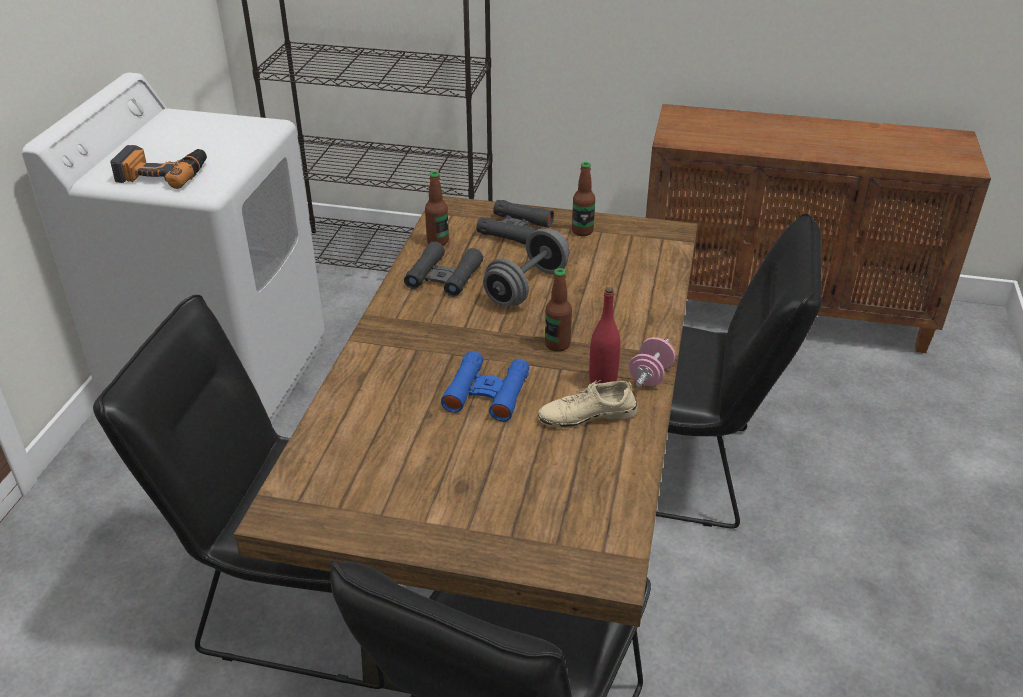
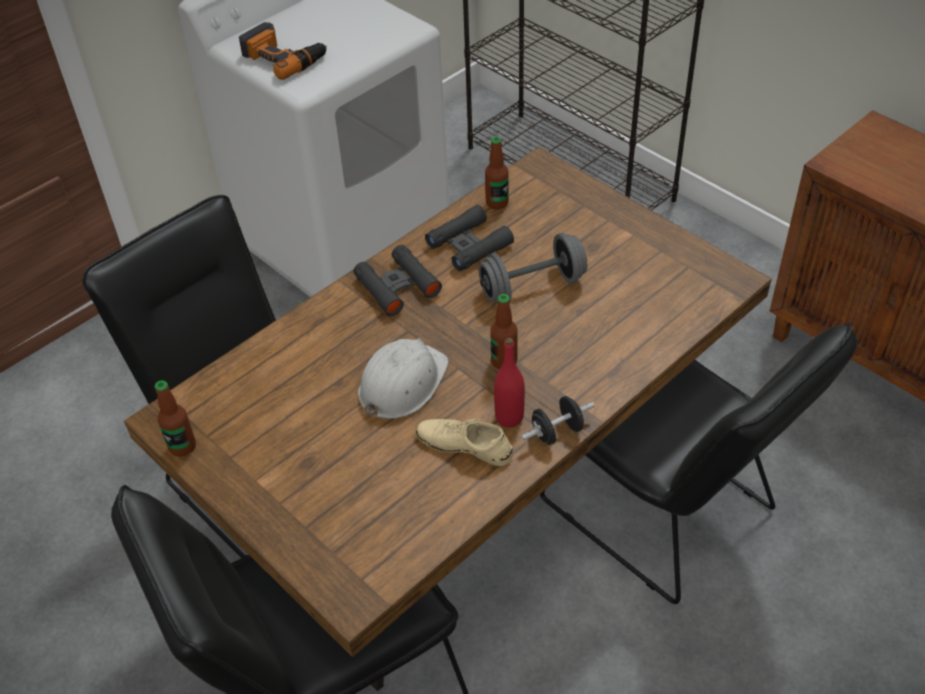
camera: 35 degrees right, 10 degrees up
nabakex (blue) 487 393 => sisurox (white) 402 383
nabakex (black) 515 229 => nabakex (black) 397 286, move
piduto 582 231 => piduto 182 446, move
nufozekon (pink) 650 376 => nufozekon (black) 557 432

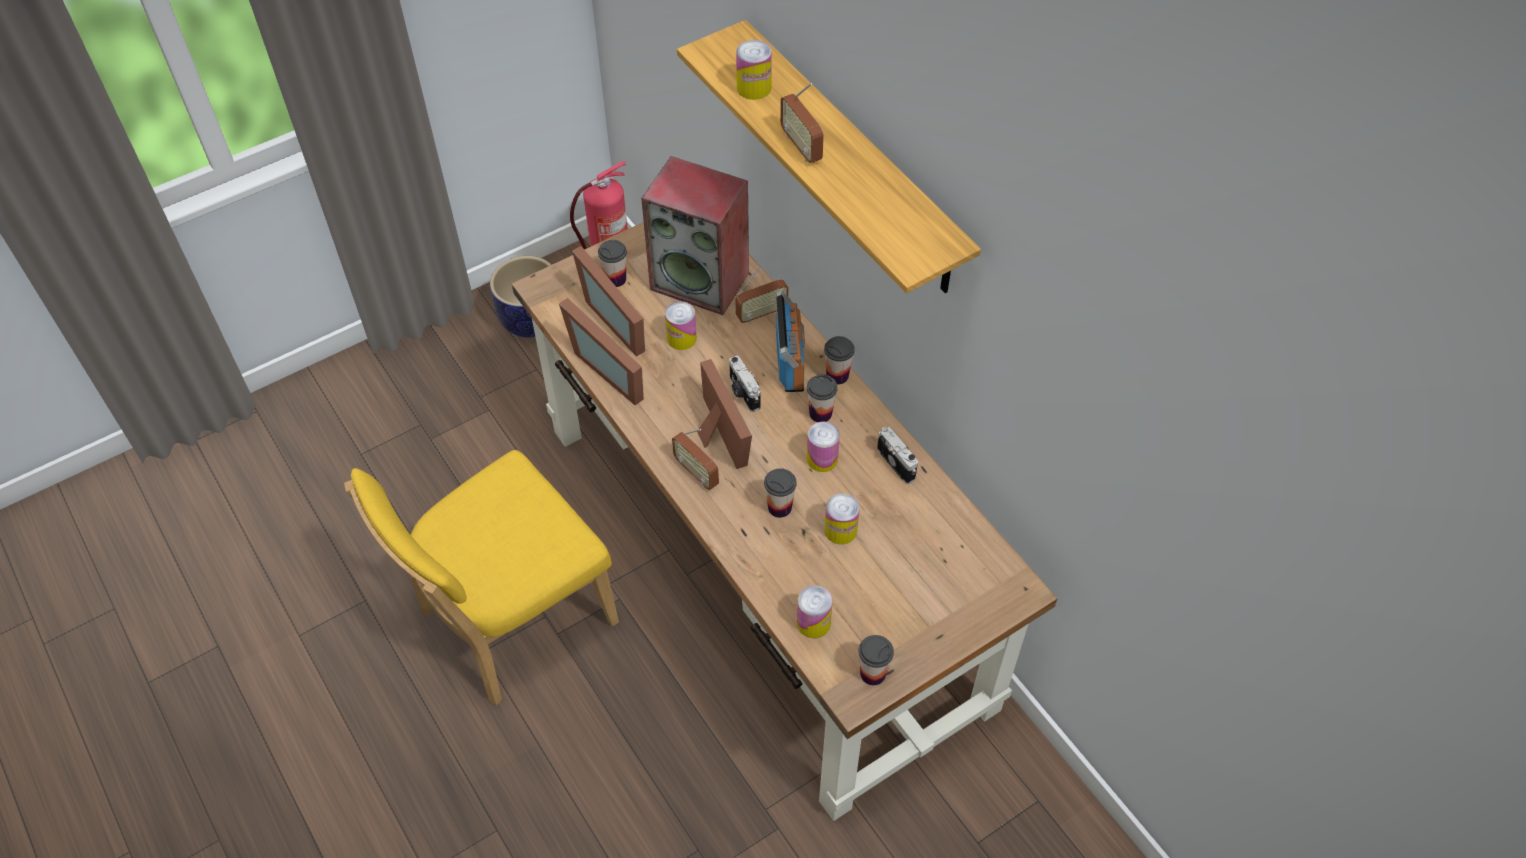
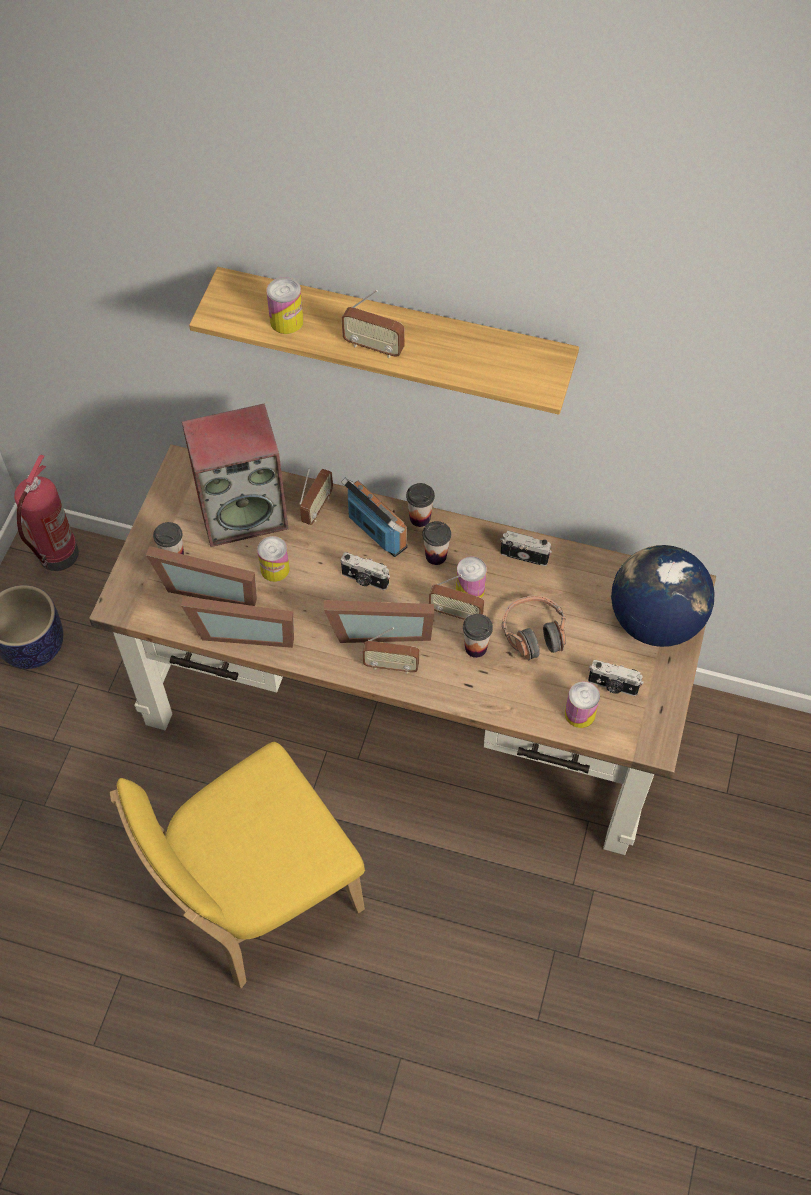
camera: 40 degrees left, 5 degrees up
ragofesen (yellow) 509 622 => ragofesen (yellow) 257 899, 45 degrees clockwise
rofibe 717 438 => rofibe 379 628, 150 degrees clockwise
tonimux 840 530 => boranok 534 633
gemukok 873 673 => nothing
nothing => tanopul 455 613
nothing => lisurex 612 686
nothing => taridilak 654 620

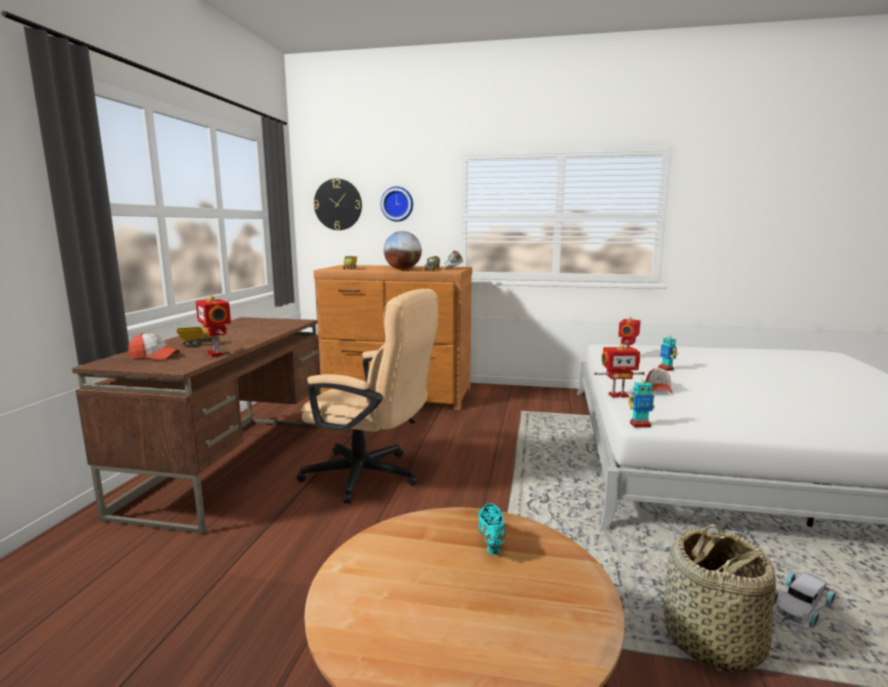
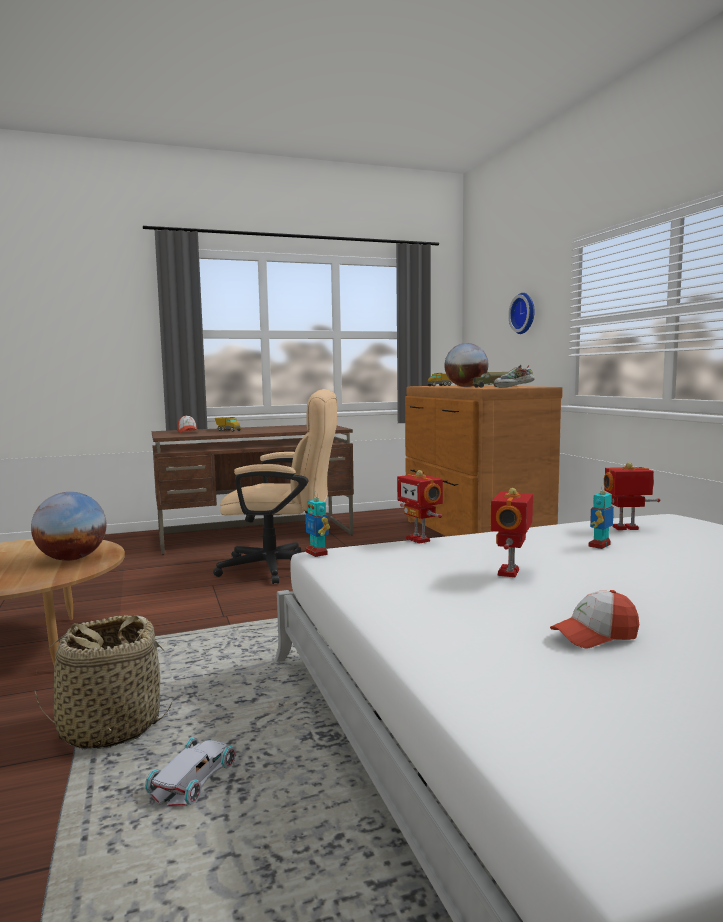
camera: 60 degrees right, 5 degrees down
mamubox 217 354 => mamubox 510 572, move
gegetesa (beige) 371 477 => gegetesa (beige) 282 567, 75 degrees counterclockwise
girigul 338 204 => nothing
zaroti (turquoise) 491 541 => taridilak 71 559
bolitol 658 389 => bolitol 594 635, move
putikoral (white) 799 605 => putikoral (white) 194 777, 90 degrees clockwise

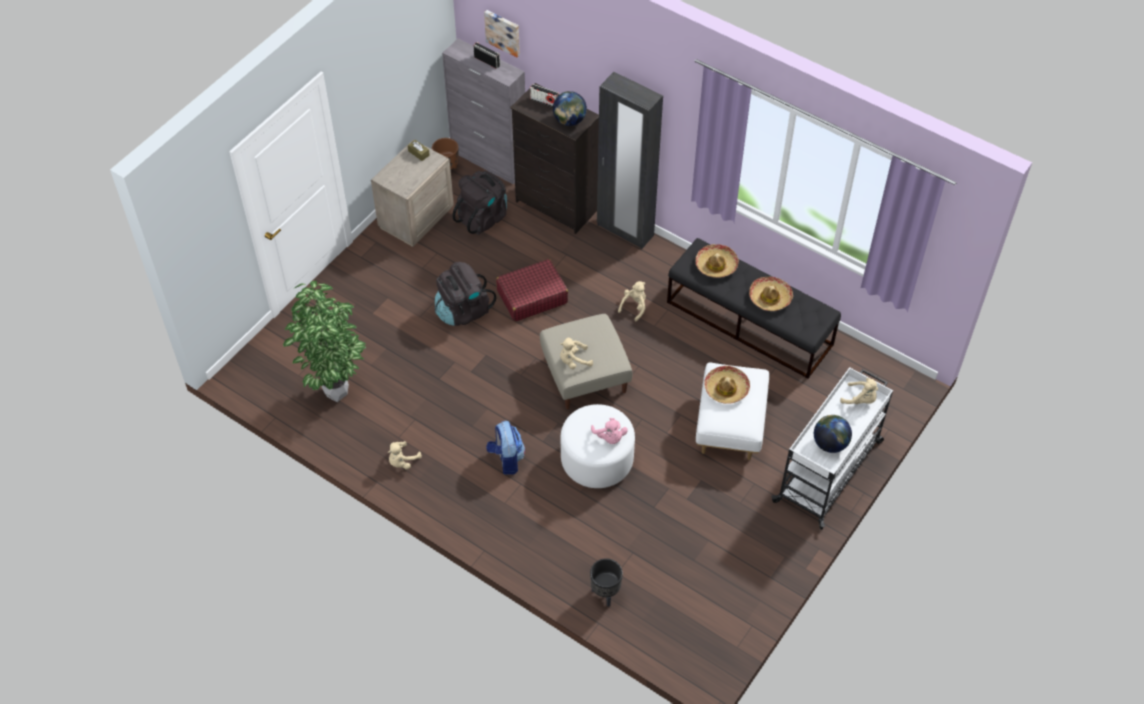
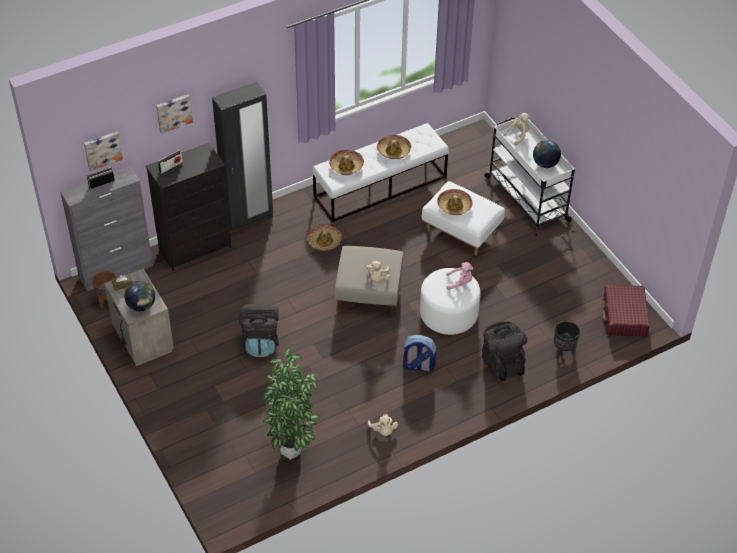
camera: 65 degrees left, 5 degrees down
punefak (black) 483 217 => punefak (black) 501 363, move
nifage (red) 531 296 => nifage (red) 624 317, move
taridilak 569 121 => taridilak 141 306, move
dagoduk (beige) 634 307 => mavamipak 324 241
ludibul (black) 749 323 => ludibul (white) 380 186
nothing => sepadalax 173 112

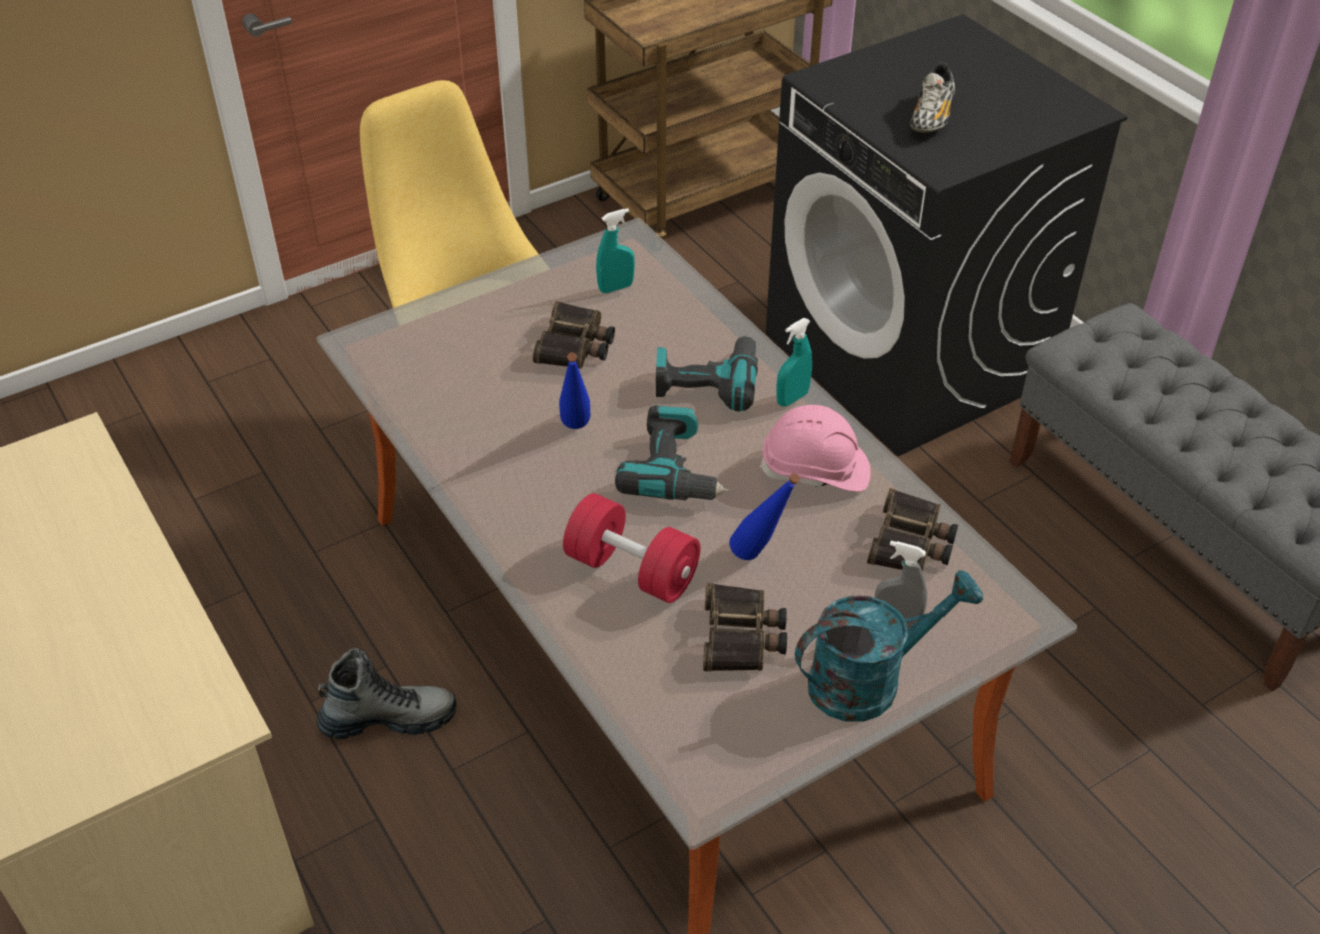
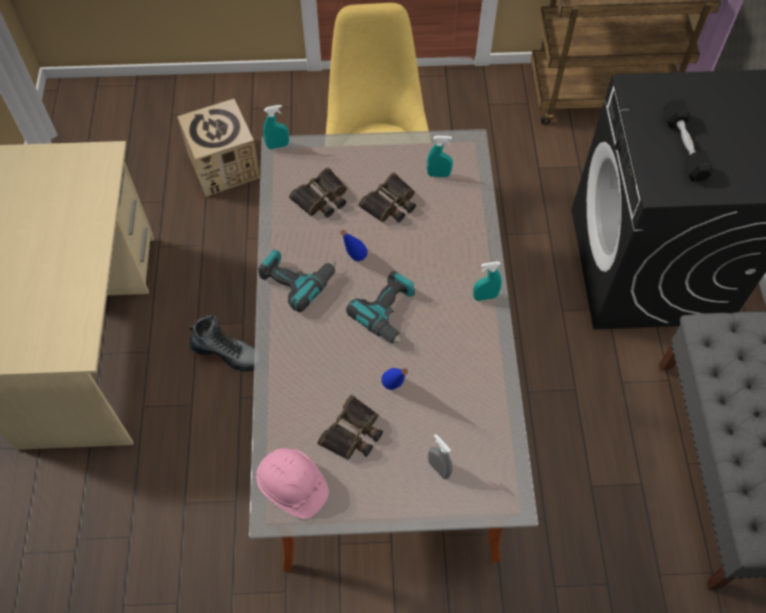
camera: 30 degrees right, 15 degrees up
nufozekon (red) 632 570 => nothing
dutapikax 707 381 => dutapikax 297 280, move
sisurox (pink) 815 470 => sisurox (pink) 292 486, move
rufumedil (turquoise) 869 680 => nothing
nabakex 911 542 => nabakex 322 199, move
zaroti 931 117 => nufozekon (black) 683 147
nothing => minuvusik 224 166
nothing => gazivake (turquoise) 277 145

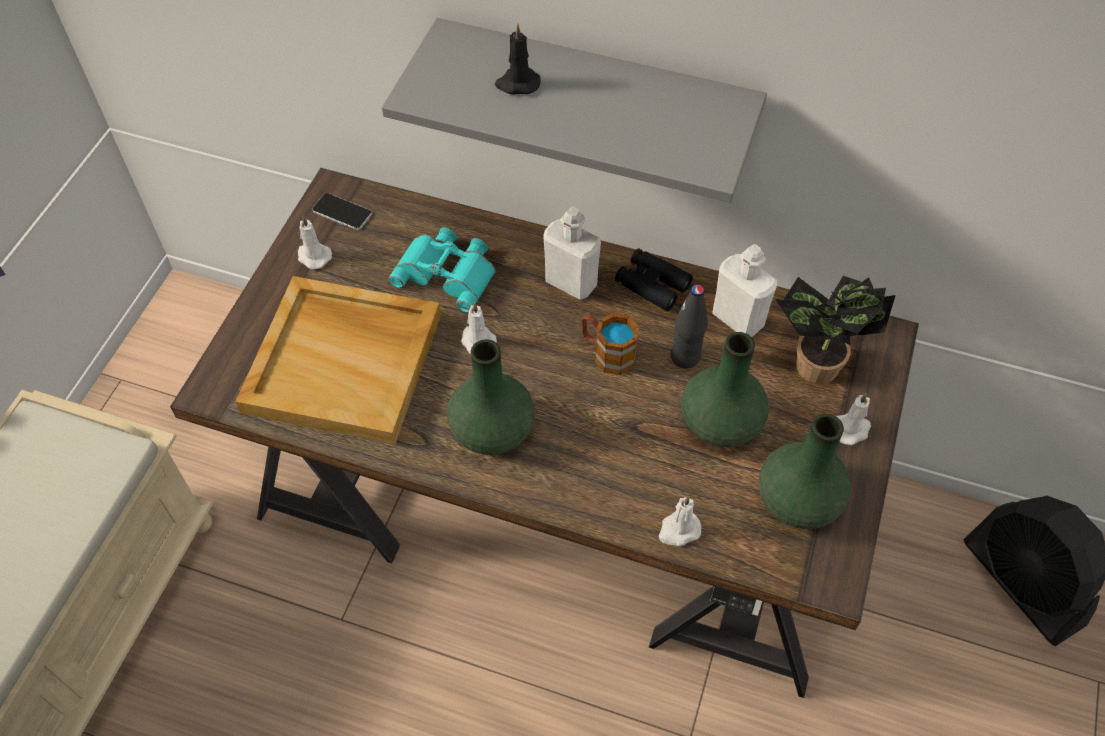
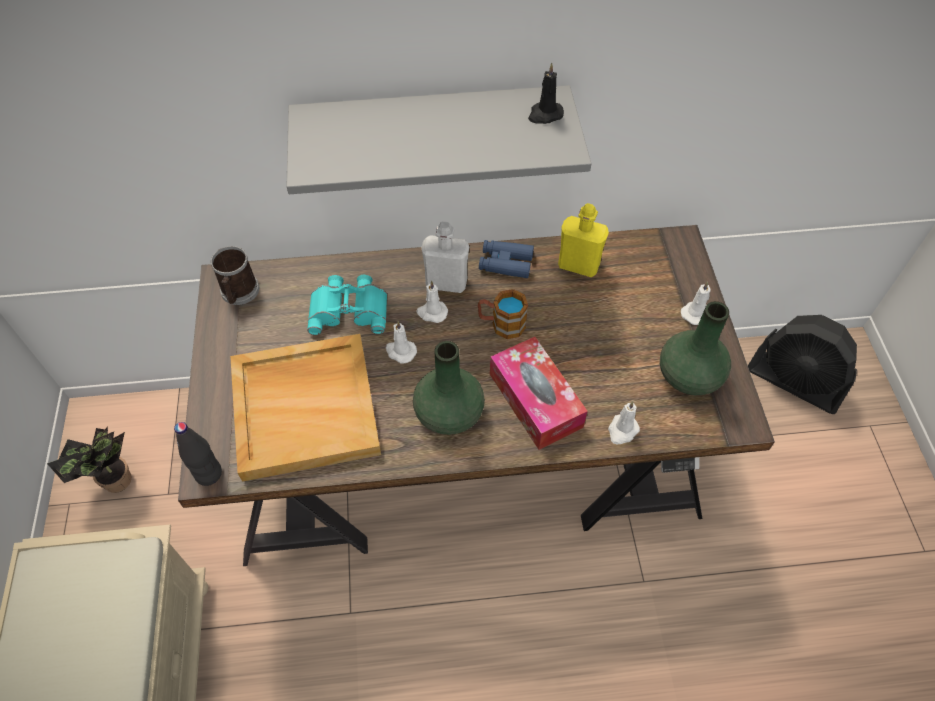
camera: 25 degrees left, 0 degrees up
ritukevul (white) 313 256 => ritukevul (white) 432 312, move
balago 342 212 => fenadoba 239 293
ritukevul (black) 517 84 => ritukevul (black) 545 115, move
nabakex (black) 652 284 => nabakex (blue) 505 263
piduto (black) 685 357 => piduto (black) 209 474, move
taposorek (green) 720 421 => nothing
piduto (white) 738 318 => piduto (yellow) 578 265
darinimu 812 370 => darinimu 114 484, move
nothing => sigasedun 535 400

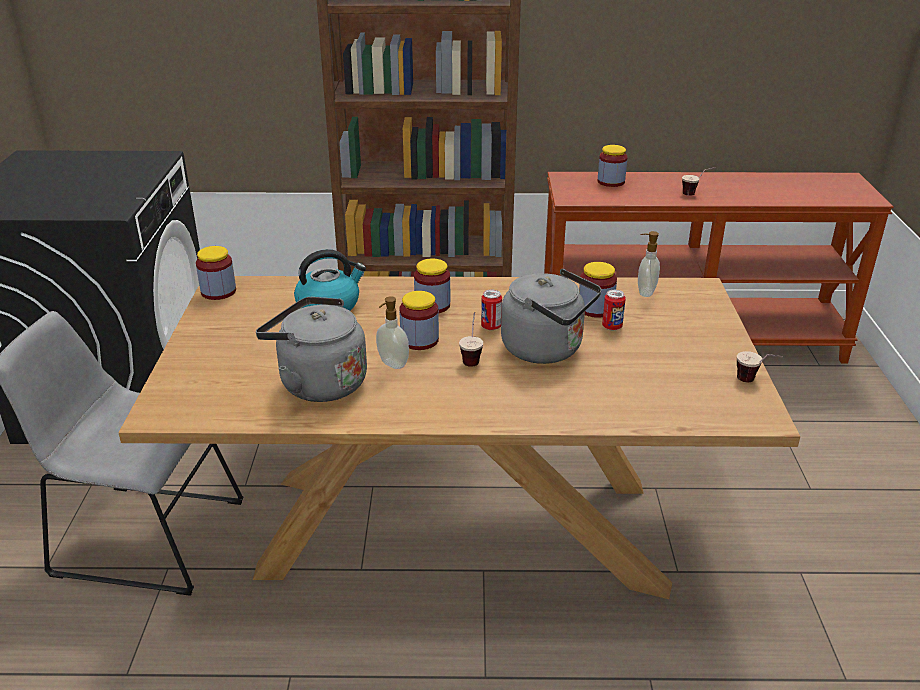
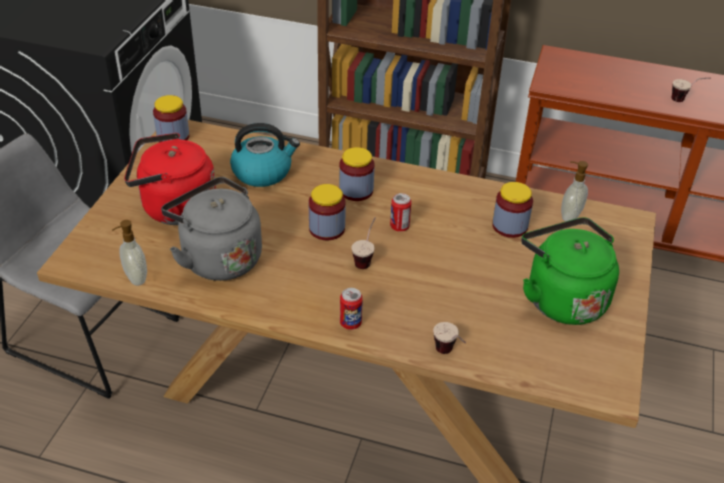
camera: 15 degrees right, 10 degrees up
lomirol 392 364 => lomirol 135 278, move
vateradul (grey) 547 349 => nothing
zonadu 611 182 => nothing
tonimux 612 327 => tonimux 350 323, move
gemukok 754 382 => gemukok 449 355, move
nothing => vateradul (red) 174 208
nothing => vateradul (green) 562 298

